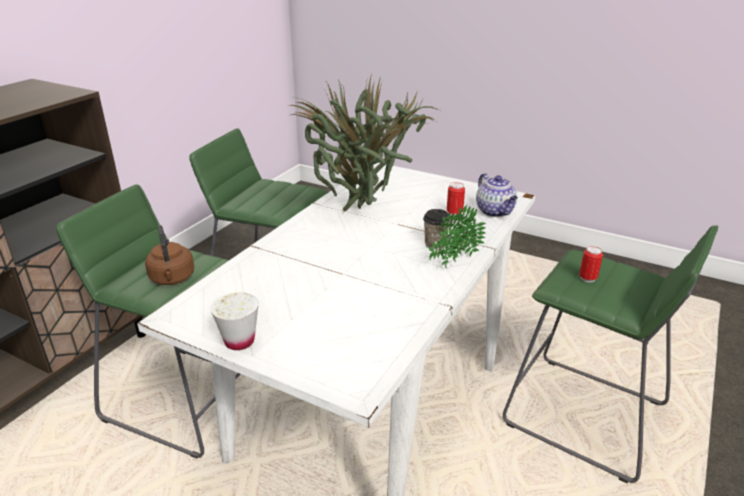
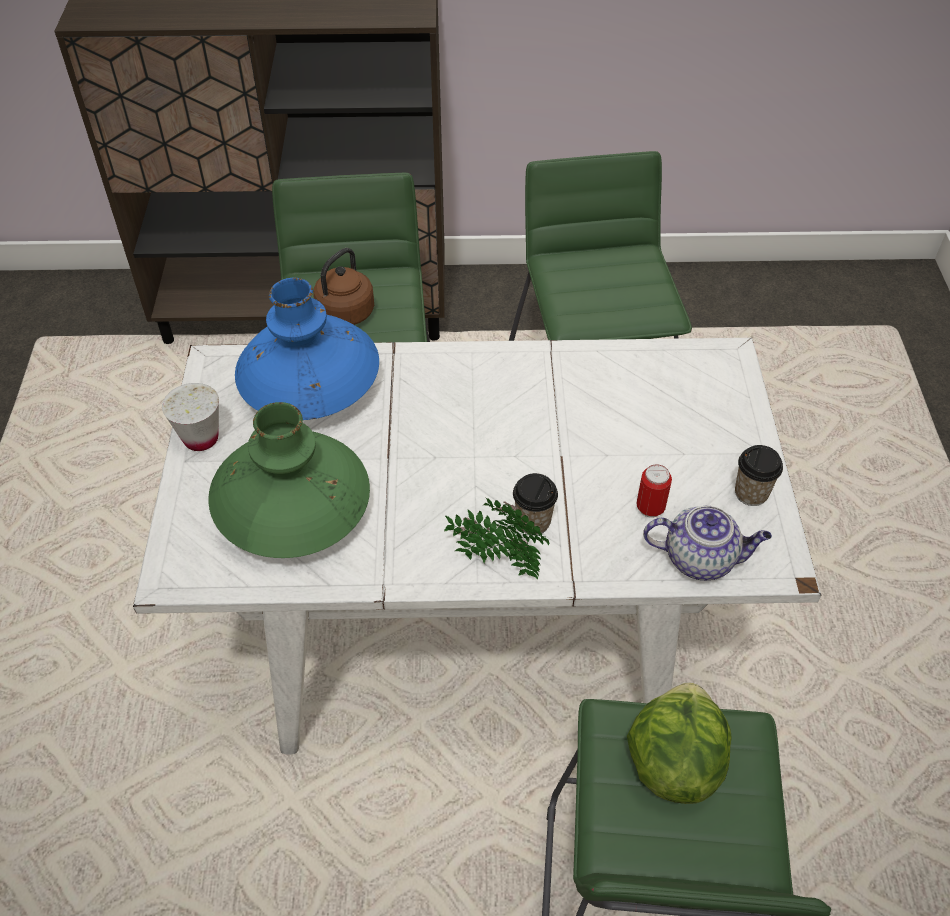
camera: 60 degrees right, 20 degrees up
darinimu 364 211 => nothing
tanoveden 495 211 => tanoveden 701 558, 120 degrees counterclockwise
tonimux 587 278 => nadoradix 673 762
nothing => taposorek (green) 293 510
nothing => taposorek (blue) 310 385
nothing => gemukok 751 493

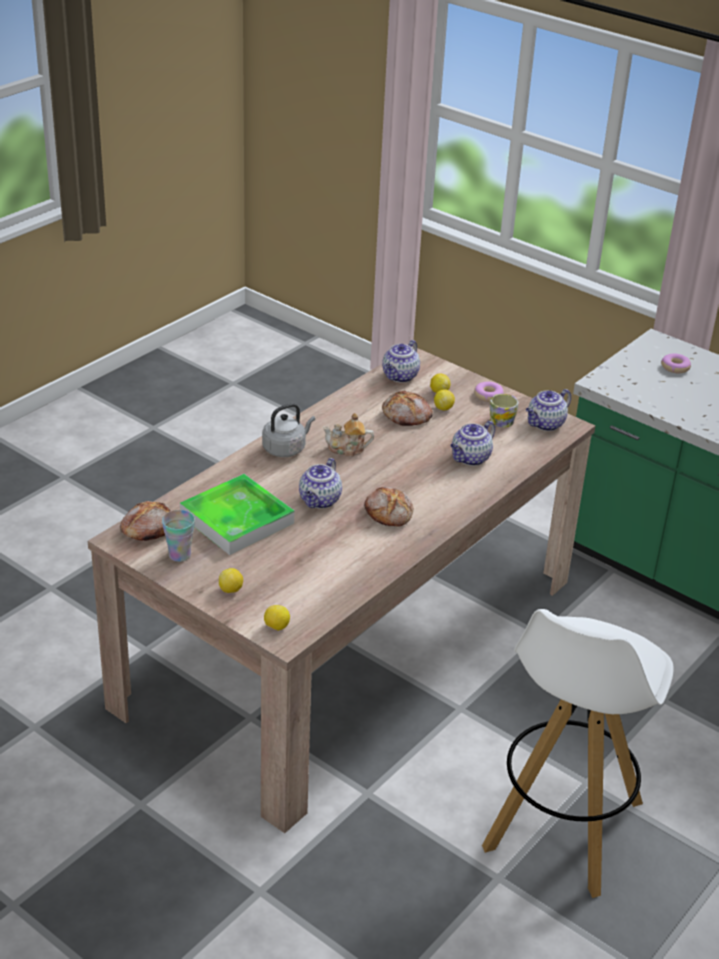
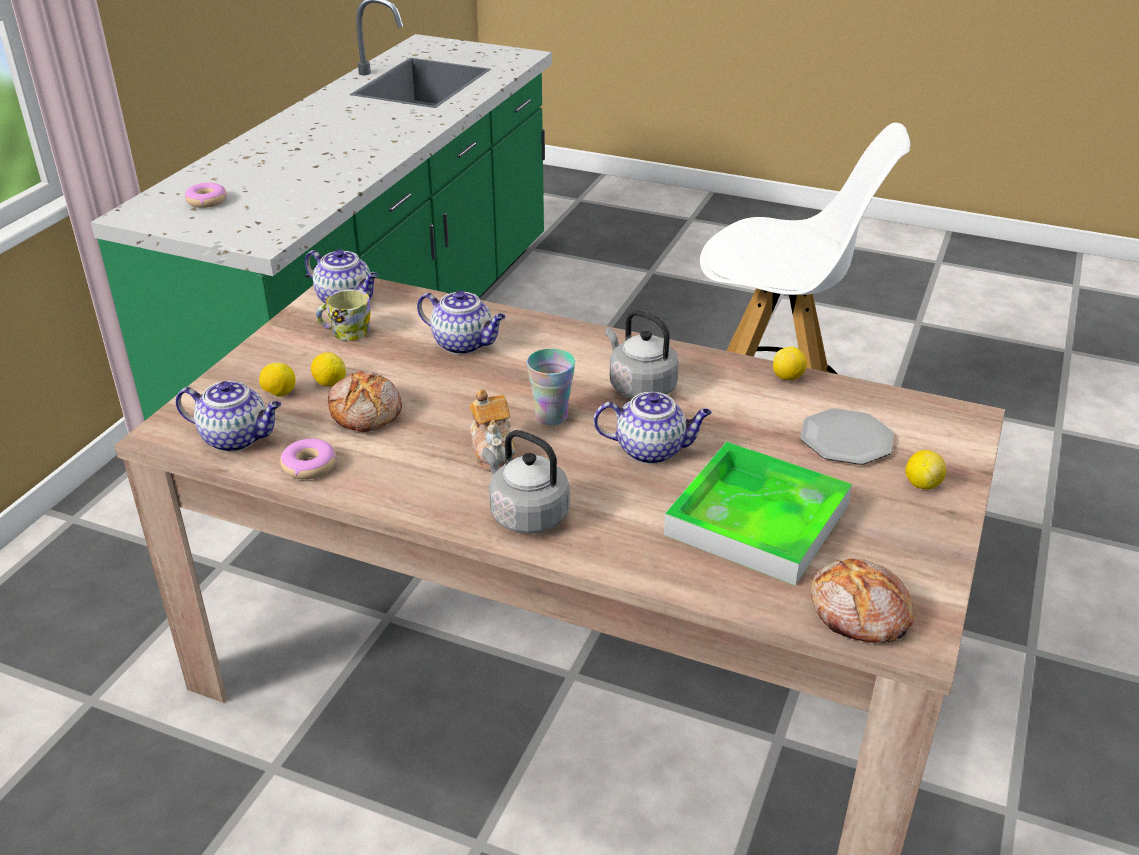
camera: 105 degrees left, 0 degrees up
gemukok 179 555 => gemukok 551 416, move
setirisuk 276 627 => setirisuk 788 378, move
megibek 389 513 => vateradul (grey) 639 387
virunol 488 396 => virunol 309 466, move
nothing => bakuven 845 440

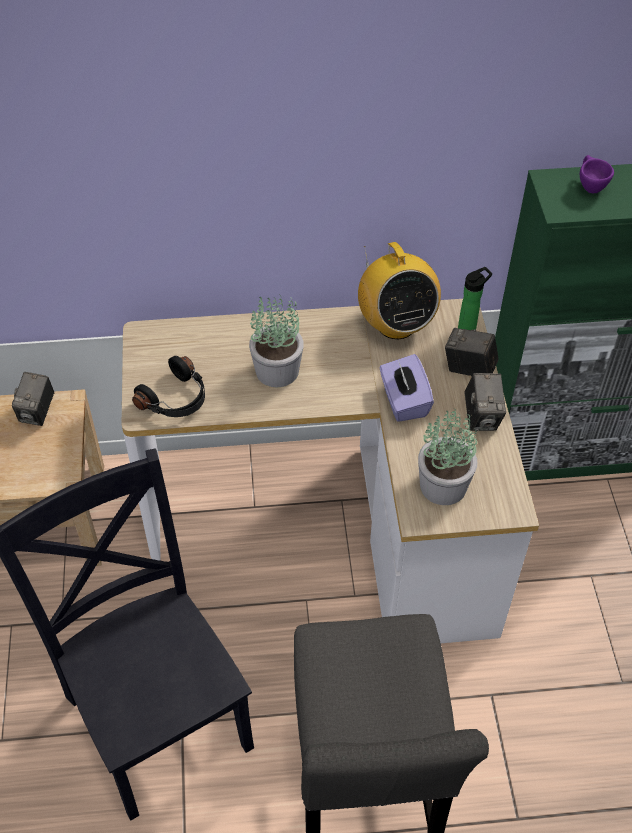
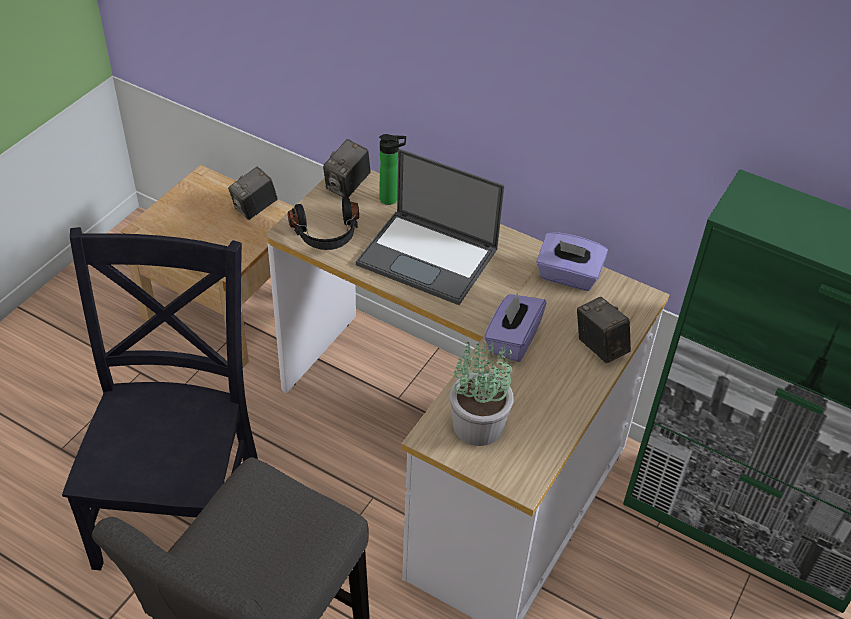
camera: 35 degrees right, 5 degrees down
darinimu 277 370 => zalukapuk 429 257
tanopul 395 324 => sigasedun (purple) 568 276
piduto 468 329 => piduto 391 199, move
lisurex 481 417 => lisurex 347 186, move
gemukok (purple) 589 186 => nothing

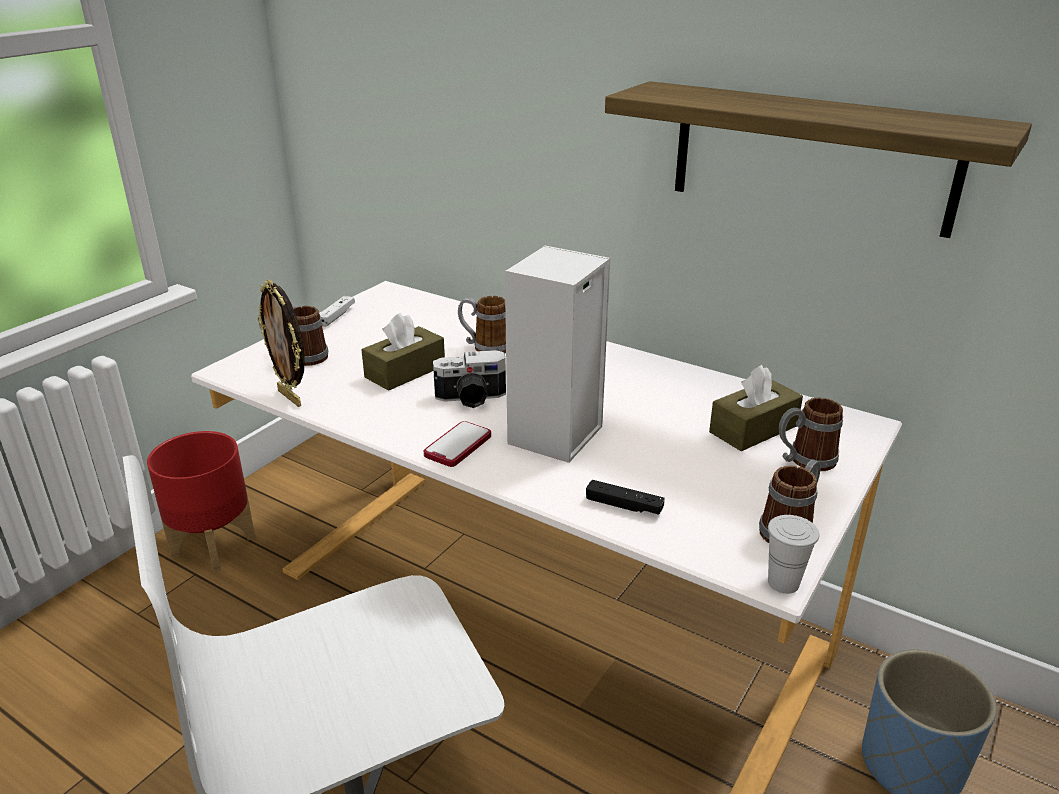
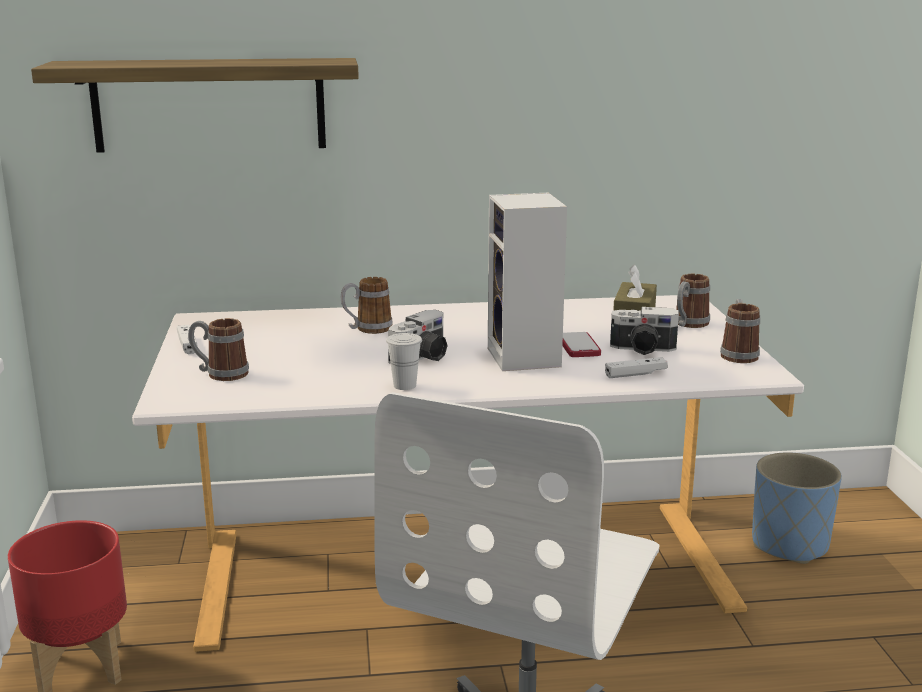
camera: 40 degrees left, 10 degrees down
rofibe 291 397 => nothing
sigasedun (brown) 405 371 => nothing
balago 458 446 => balago 579 346, move
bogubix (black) 624 506 => bogubix (white) 635 374
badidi 811 157 => badidi 209 105, move
gemukok (white) 783 583 => gemukok (white) 404 385, move
nothing => lisurex 642 349

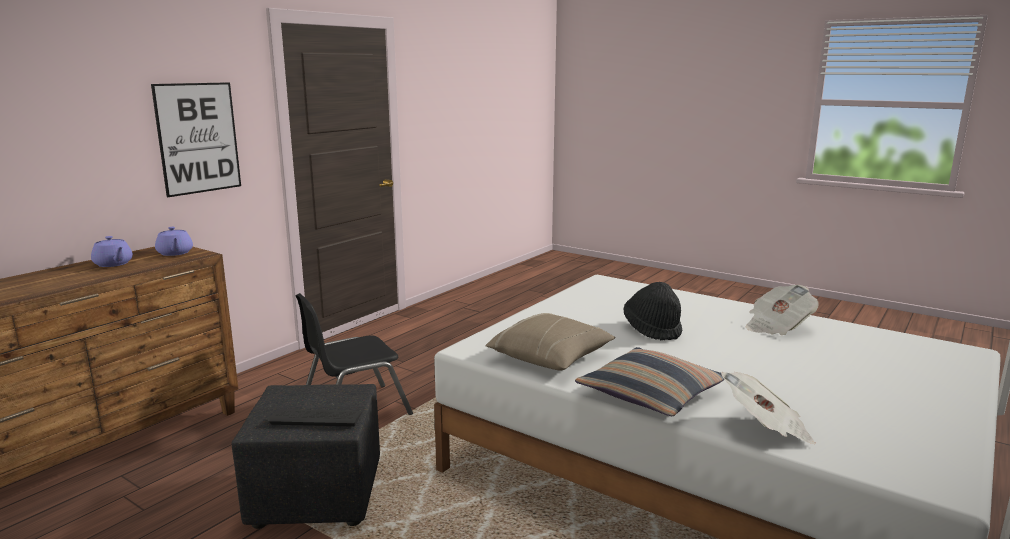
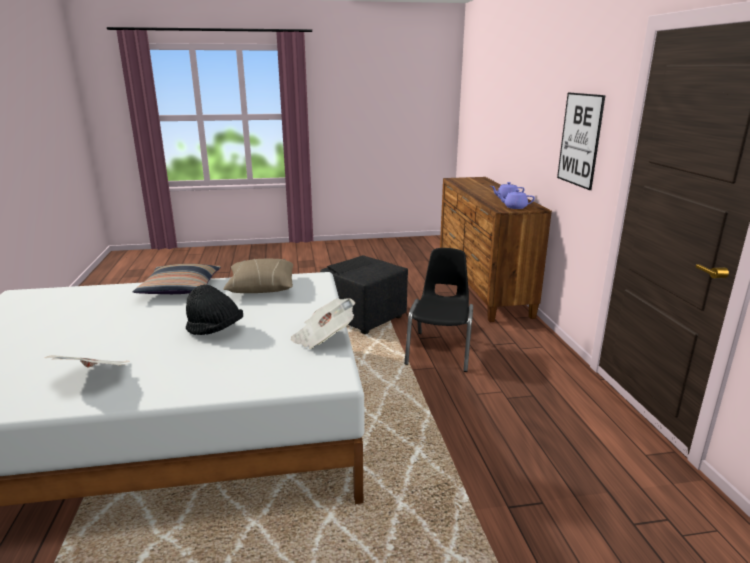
camera: 135 degrees right, 5 degrees up
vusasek 766 429 => vusasek 323 338, move

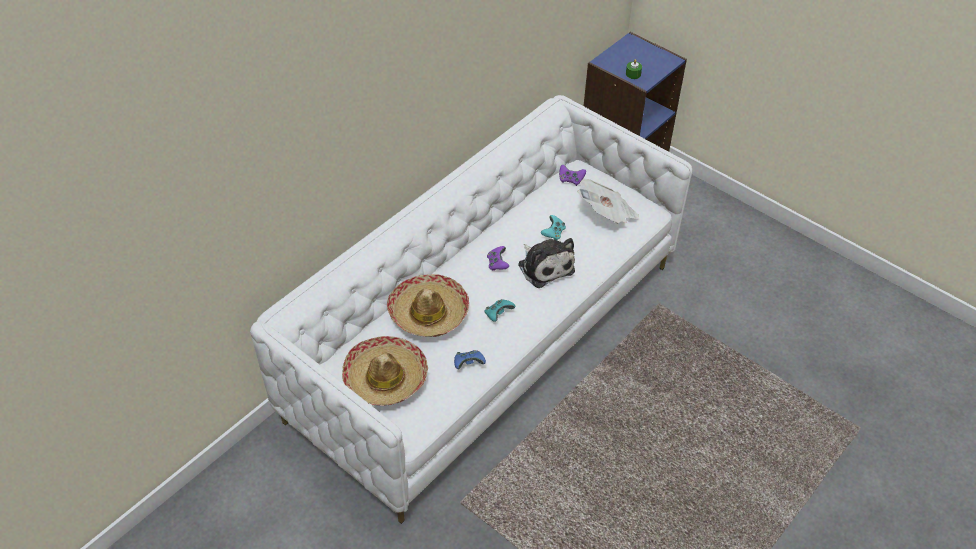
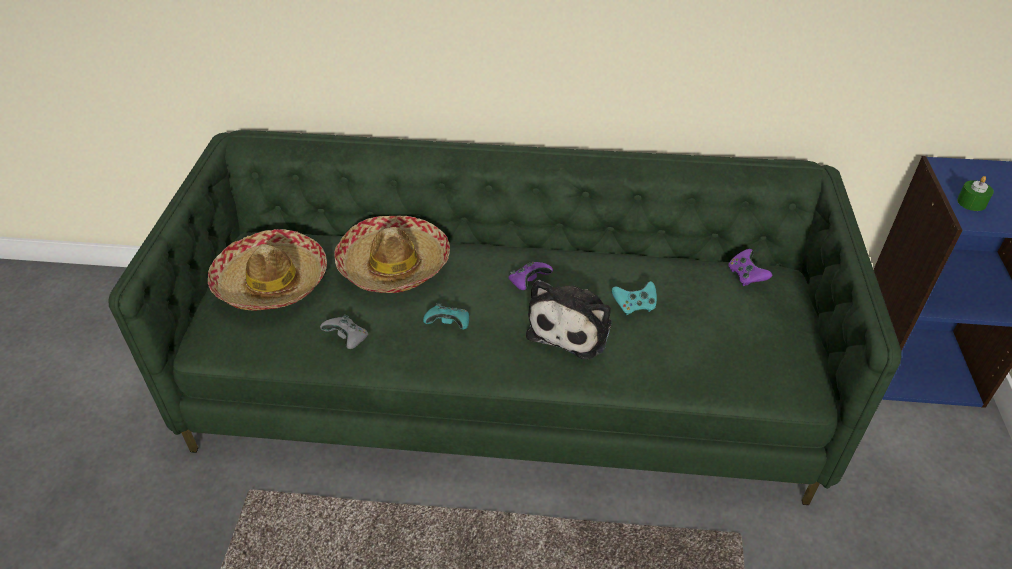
camera: 55 degrees right, 5 degrees down
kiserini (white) 487 338 => kiserini (green) 506 383
bogubix (blue) 468 364 => bogubix (grey) 348 339
vusasek 606 214 => nothing

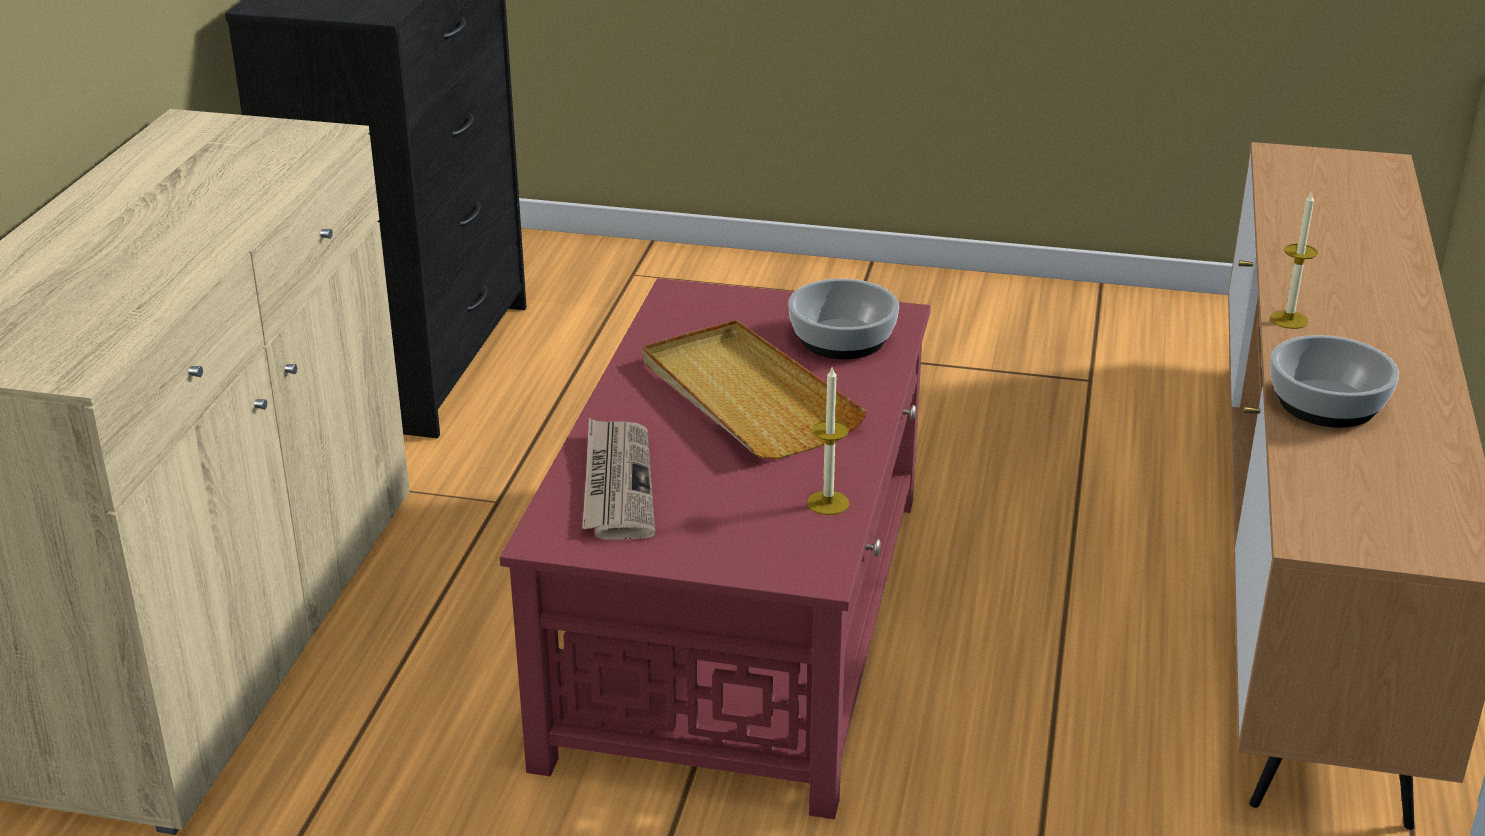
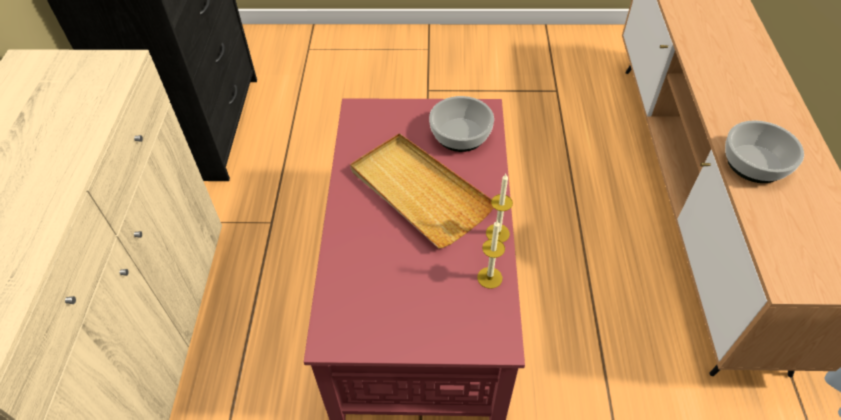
camera: 10 degrees left, 20 degrees up
vusasek 616 483 => nothing
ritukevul 1288 320 => ritukevul 497 233, move

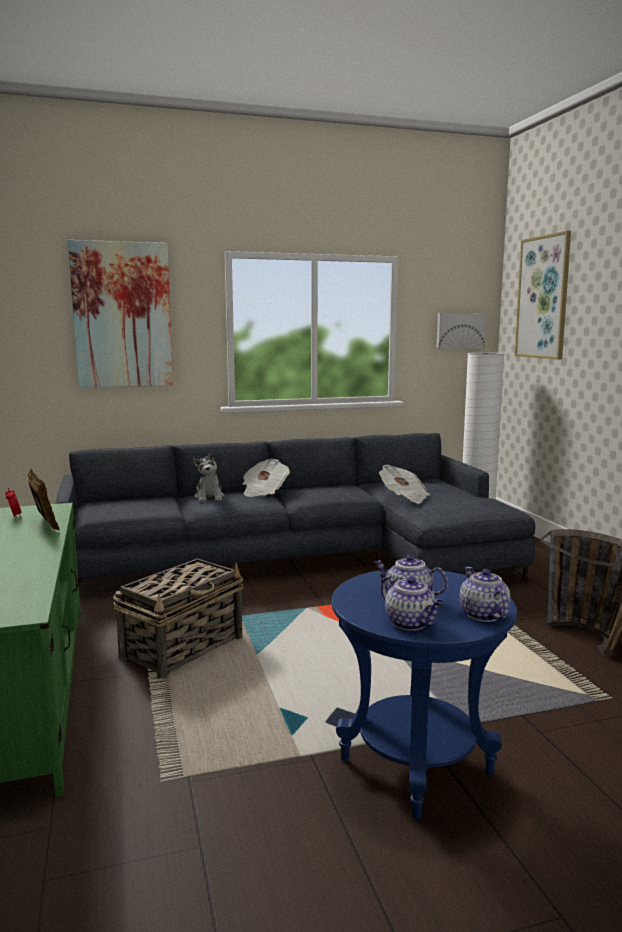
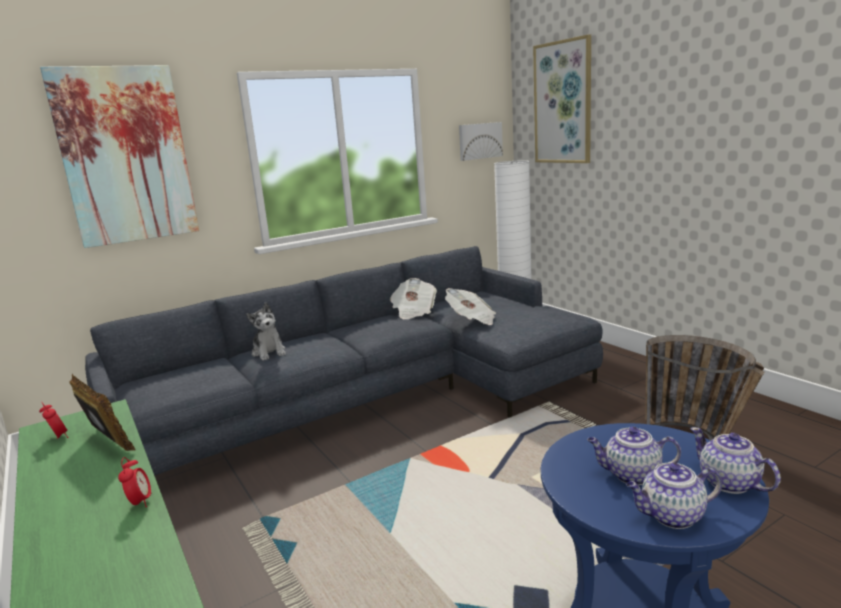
camera: 15 degrees left, 5 degrees up
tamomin 184 647 => nothing
vusasek 263 491 => vusasek 413 311, move
tanoveden 411 623 => tanoveden 671 516, 135 degrees clockwise
nothing => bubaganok 140 502

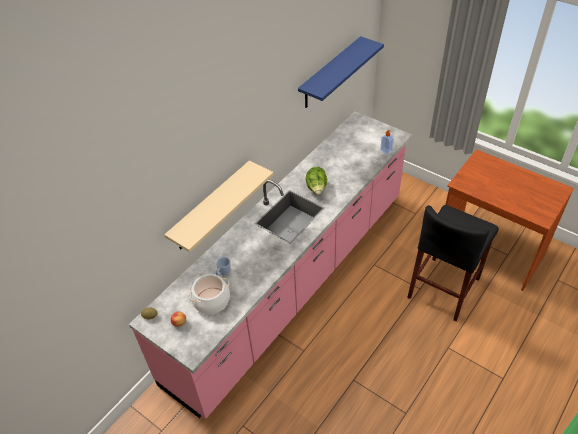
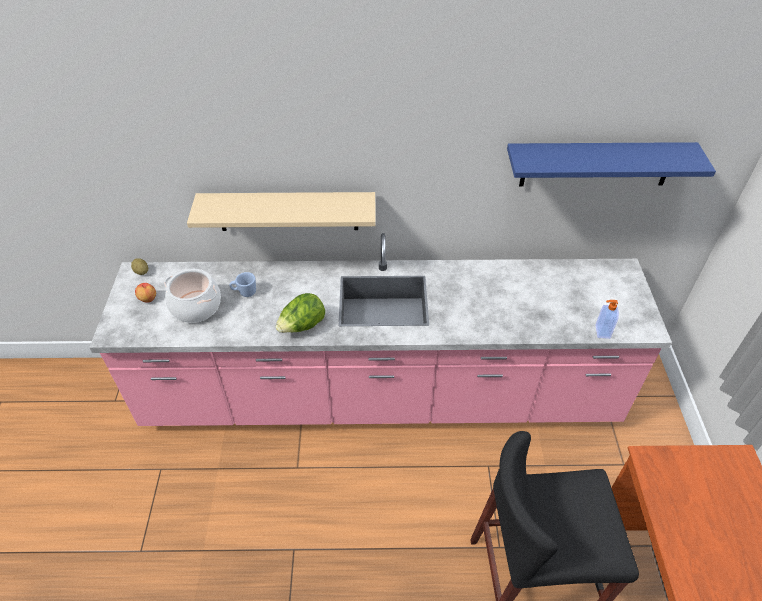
camera: 50 degrees right, 0 degrees up
nadoradix 316 188 => nadoradix 302 326, move

